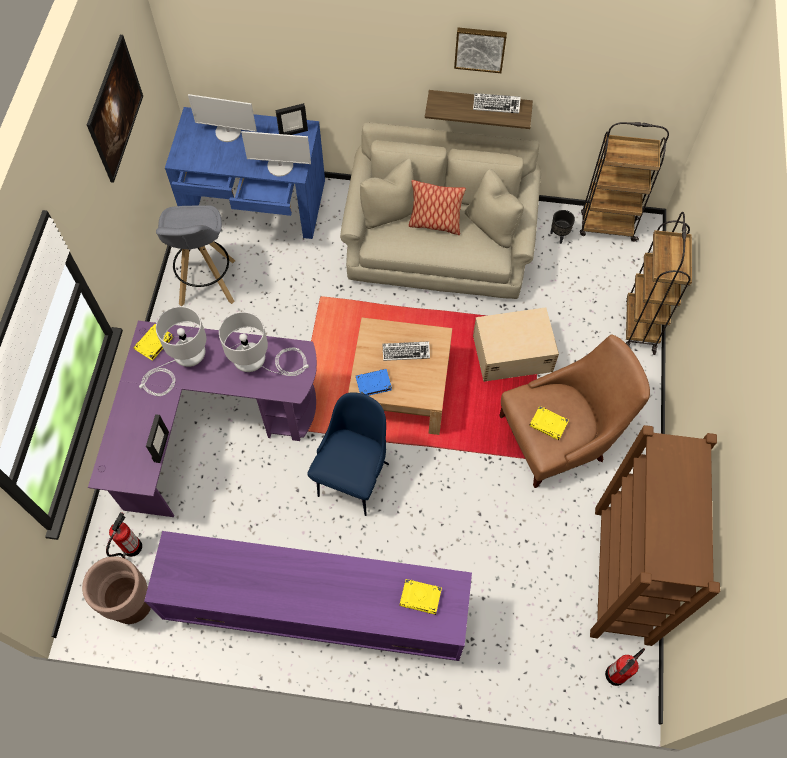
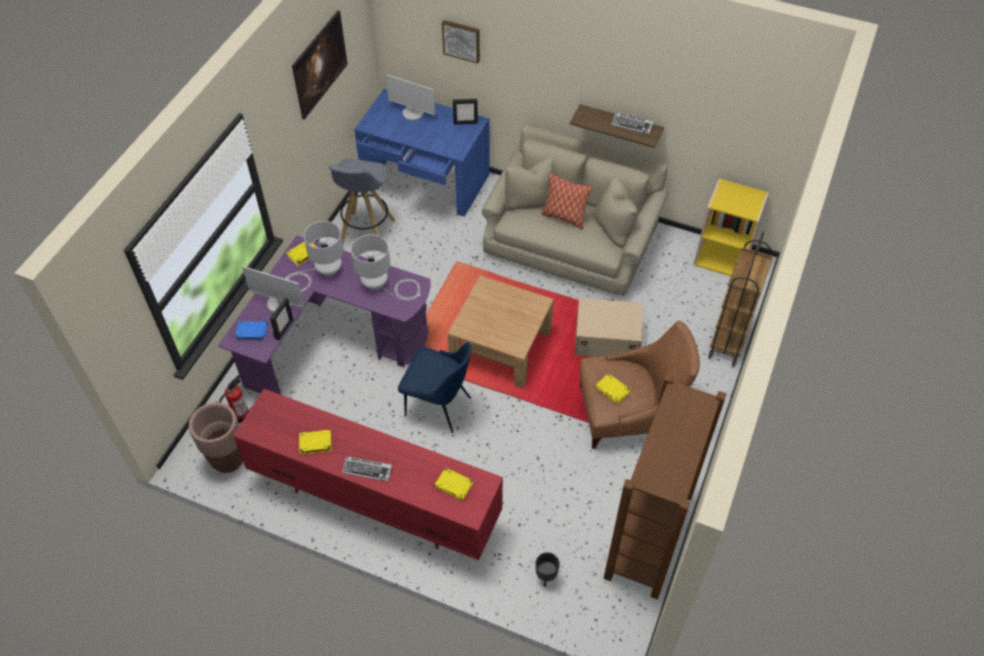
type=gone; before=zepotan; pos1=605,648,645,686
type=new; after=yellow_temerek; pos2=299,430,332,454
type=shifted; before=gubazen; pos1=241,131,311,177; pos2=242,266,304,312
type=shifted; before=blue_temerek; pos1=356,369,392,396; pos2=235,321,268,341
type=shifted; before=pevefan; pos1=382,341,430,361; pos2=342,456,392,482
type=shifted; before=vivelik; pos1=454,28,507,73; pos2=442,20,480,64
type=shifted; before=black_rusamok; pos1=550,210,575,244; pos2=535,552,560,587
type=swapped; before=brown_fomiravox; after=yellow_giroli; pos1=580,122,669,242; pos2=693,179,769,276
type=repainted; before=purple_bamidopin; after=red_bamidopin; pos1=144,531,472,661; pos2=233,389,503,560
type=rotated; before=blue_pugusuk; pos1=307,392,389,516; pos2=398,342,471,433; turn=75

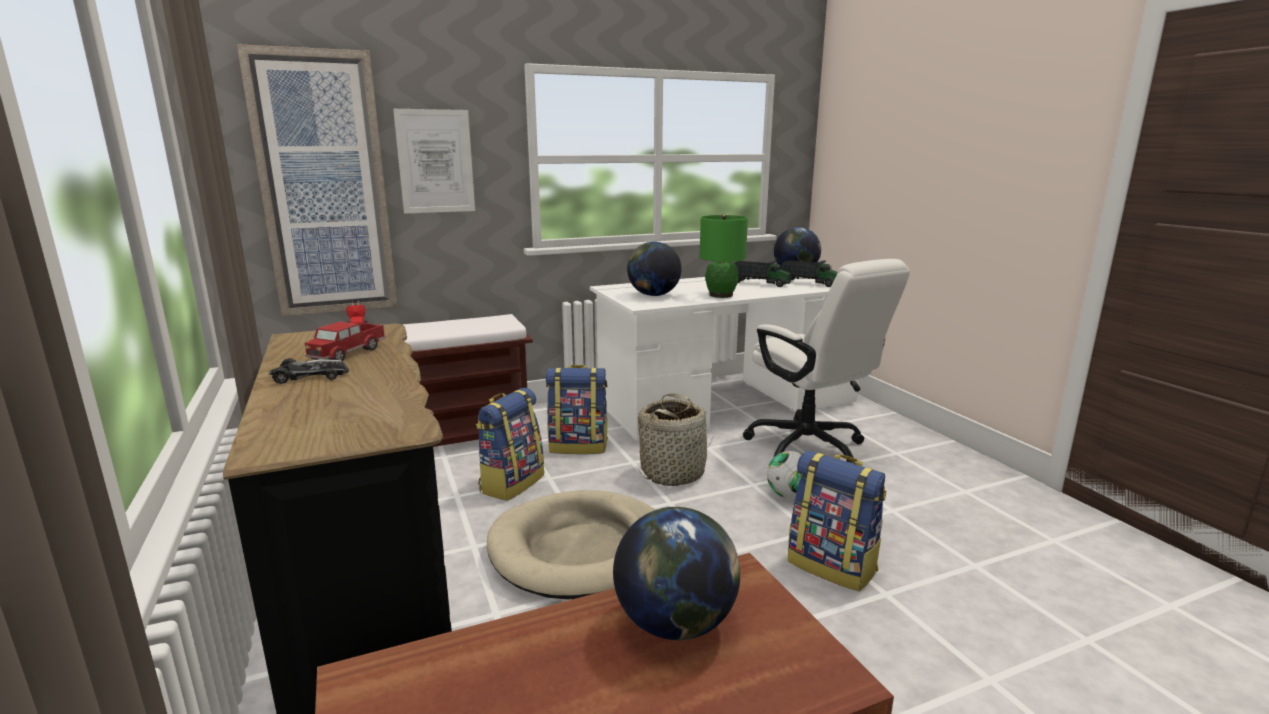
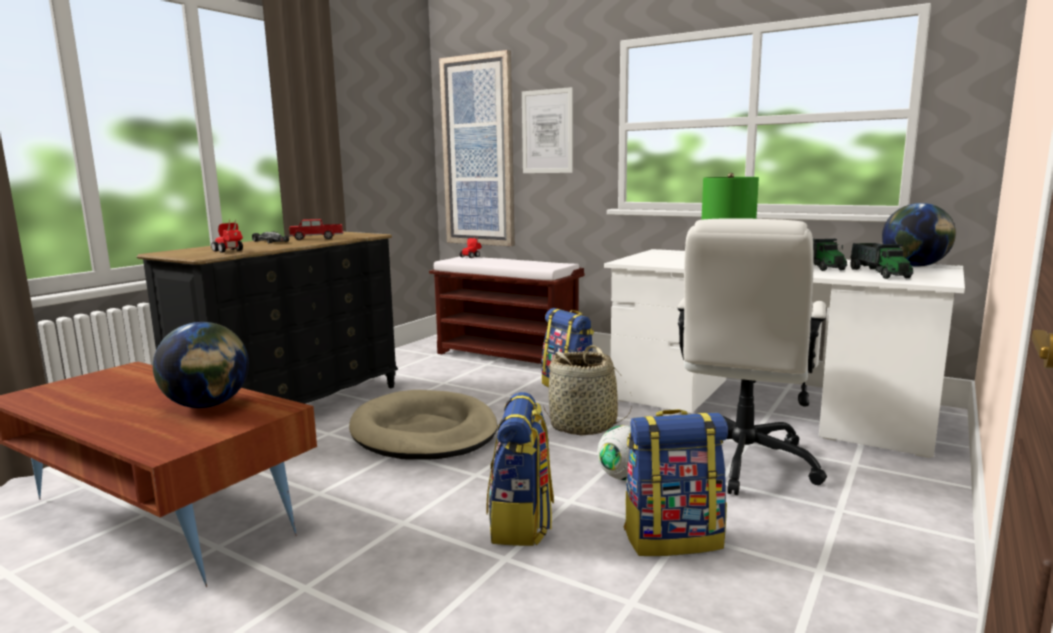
type=gone; before=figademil; pos1=627,242,682,296
type=new; after=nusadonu; pos2=211,220,243,253
type=shifted; before=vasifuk; pos1=476,388,544,501; pos2=624,409,728,556

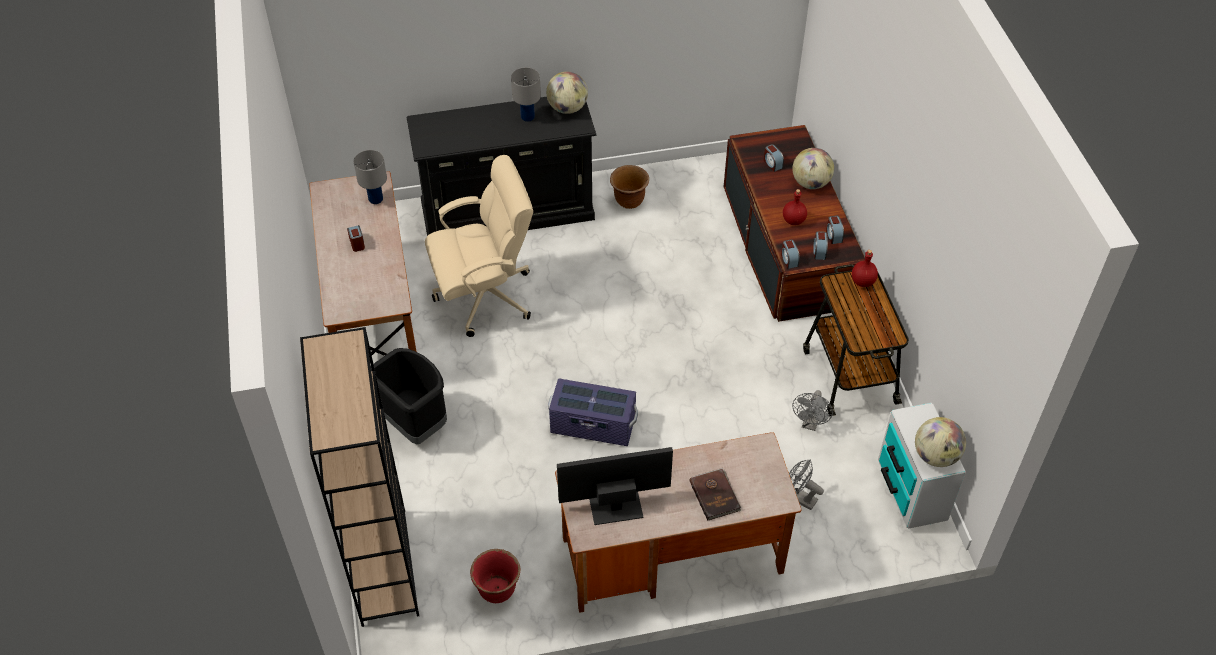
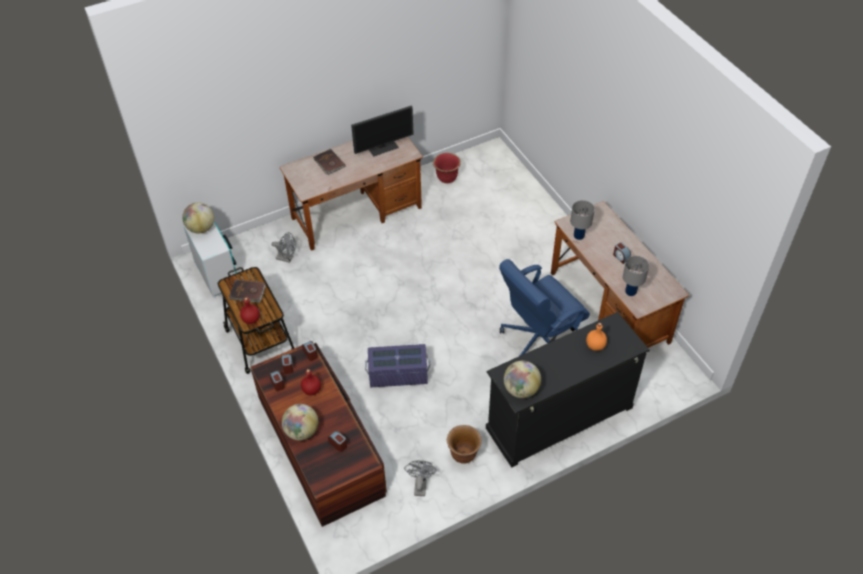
type=gone; before=beige_giroli; pos1=300,327,419,627
type=gone; before=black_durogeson; pos1=371,348,447,444
type=new; after=brown_temerek; pos2=229,280,266,303
type=new; after=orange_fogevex; pos2=586,323,607,351
type=shifted; before=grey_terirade; pos1=511,67,541,122; pos2=570,200,595,240
type=shifted; before=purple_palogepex; pos1=548,378,638,446; pos2=365,344,430,387
type=shifted; before=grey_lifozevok; pos1=792,390,833,431; pos2=404,460,437,496
type=repainted; before=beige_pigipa; after=blue_pigipa; pos1=425,155,533,337; pos2=499,259,590,356

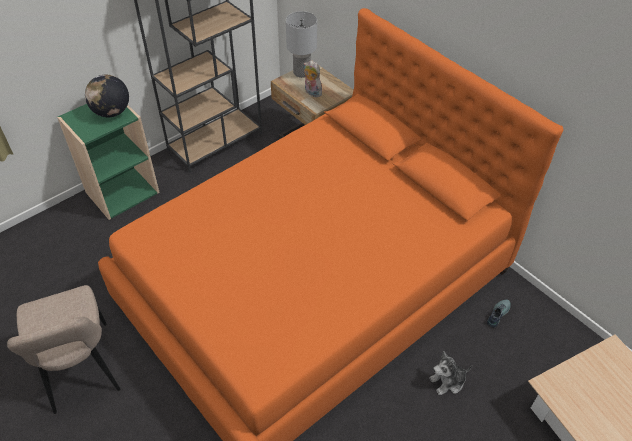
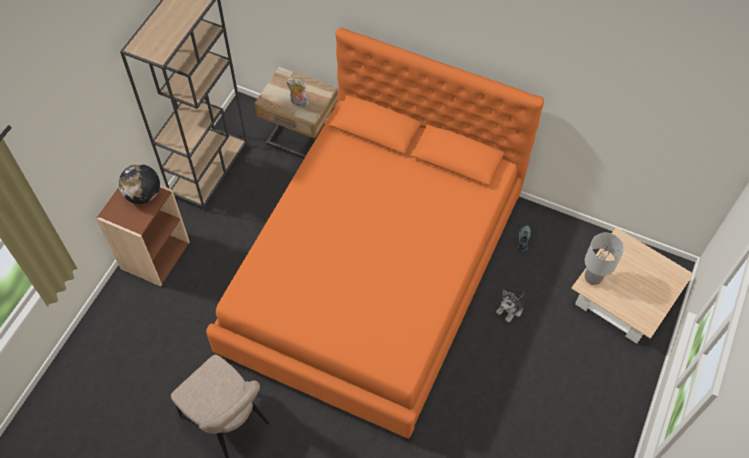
type=shifted; before=grey_terirade; pos1=286,11,317,78; pos2=585,233,624,285
type=repainted; before=green_giroli; after=brown_giroli; pos1=57,104,160,220; pos2=96,185,190,286

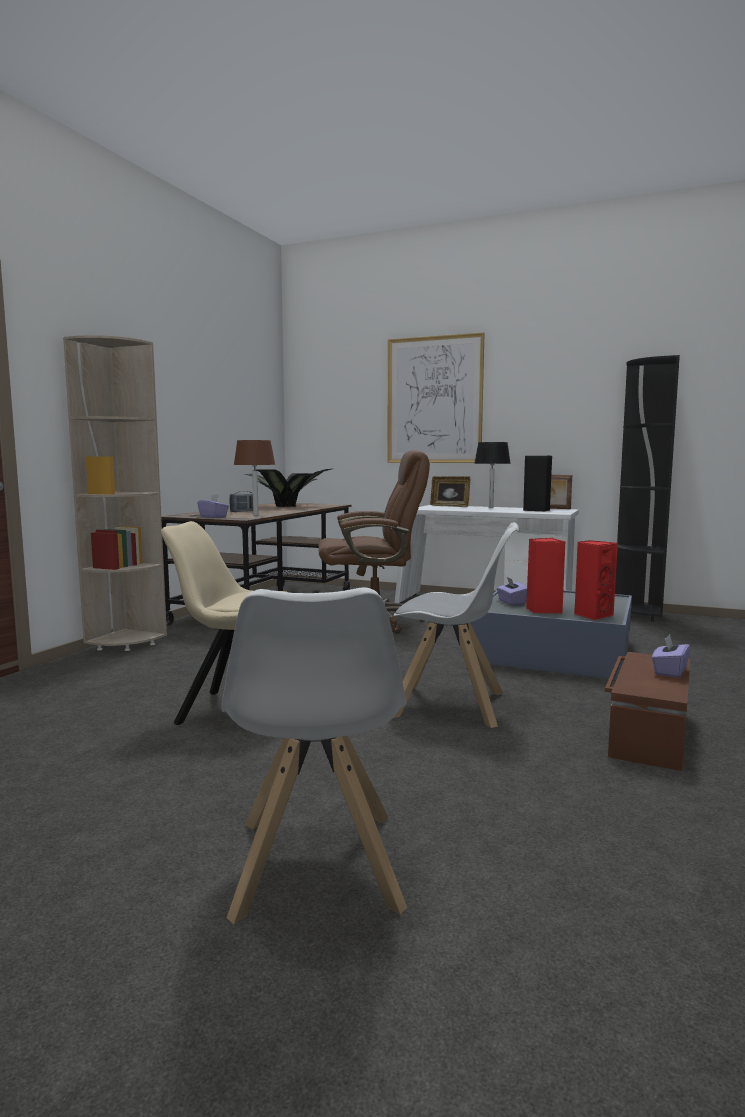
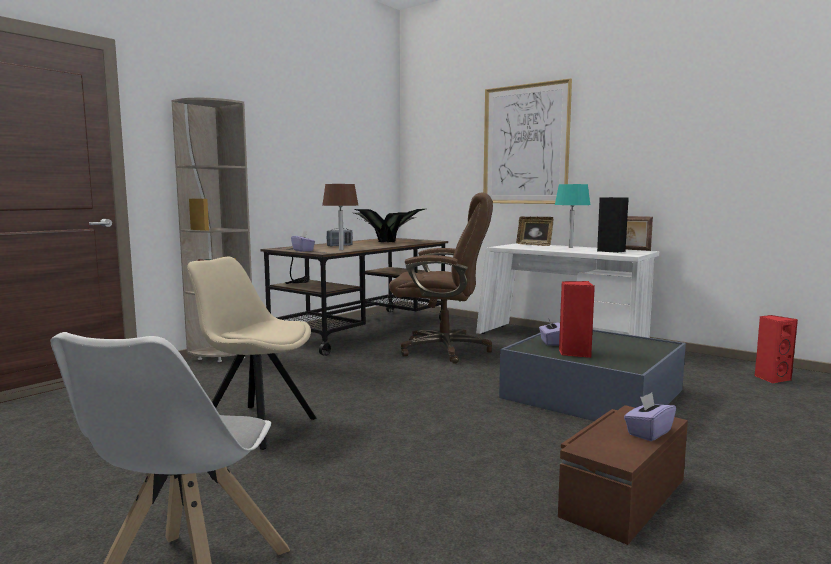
type=gone; before=pugusuk; pos1=393,522,519,728
type=gone; before=black_giroli; pos1=615,355,680,622
type=shifted; before=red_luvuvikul; pos1=574,540,618,620; pos2=755,315,798,384
type=repainted; before=black_terirade; after=turquoise_terirade; pos1=474,442,511,508; pos2=555,184,591,248

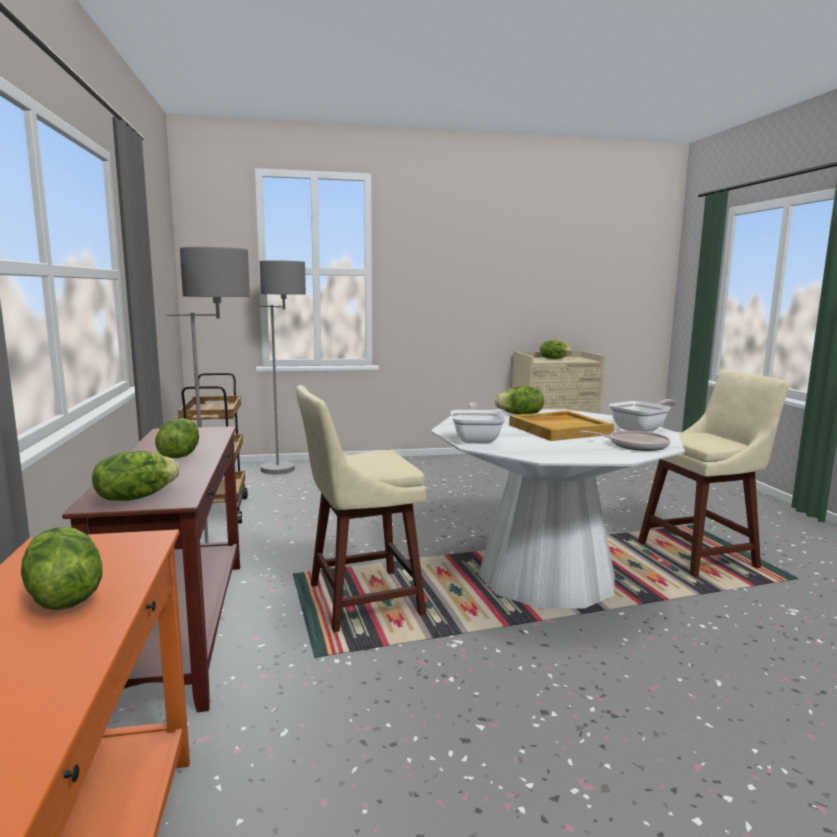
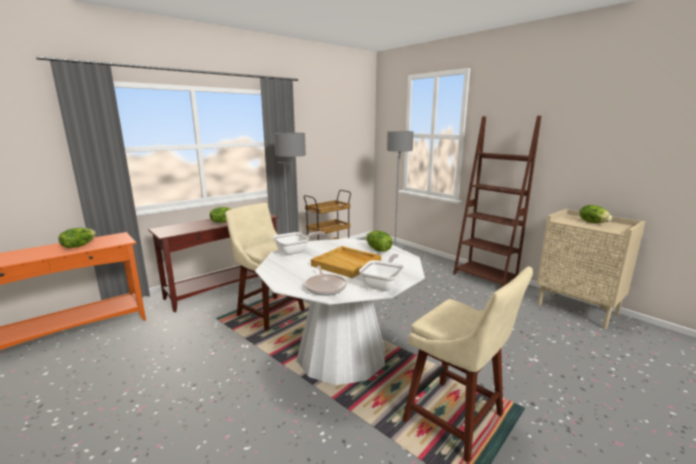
type=gone; before=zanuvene; pos1=92,451,180,501
type=new; after=brown_giroli; pos2=453,116,541,287
type=rotated; before=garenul; pos1=609,399,677,432; pos2=359,254,404,291; turn=-90

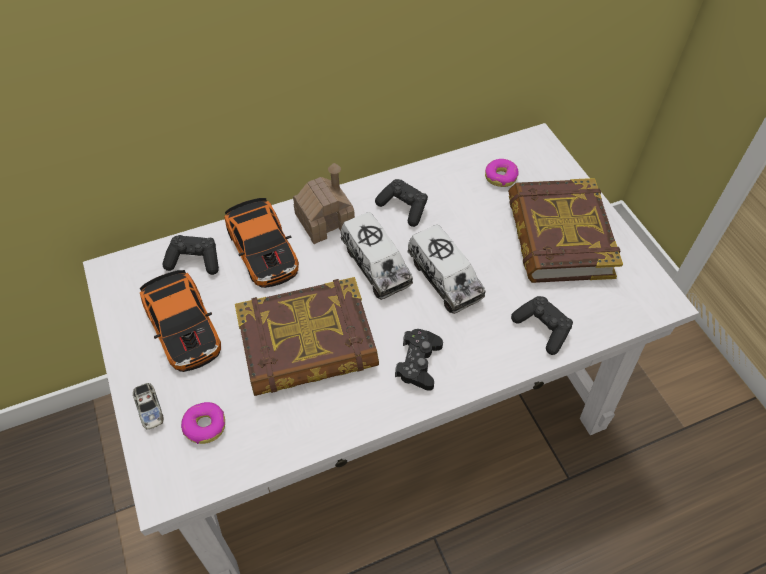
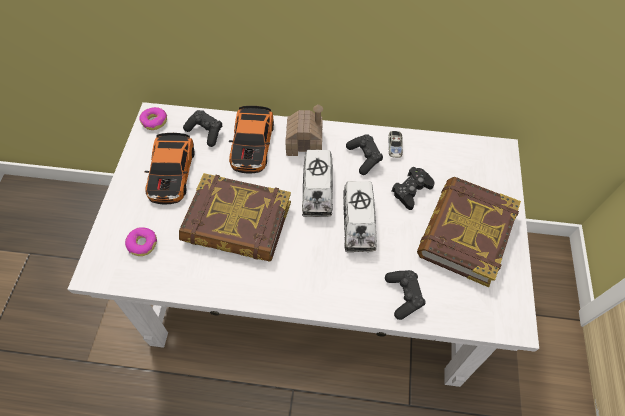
type=shifted; before=nusadonu; pos1=133,383,164,430; pos2=389,131,403,158
type=shifted; before=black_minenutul; pos1=395,329,443,391; pos2=391,167,435,210
type=shifted; before=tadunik; pos1=485,159,519,187; pos2=139,107,167,130

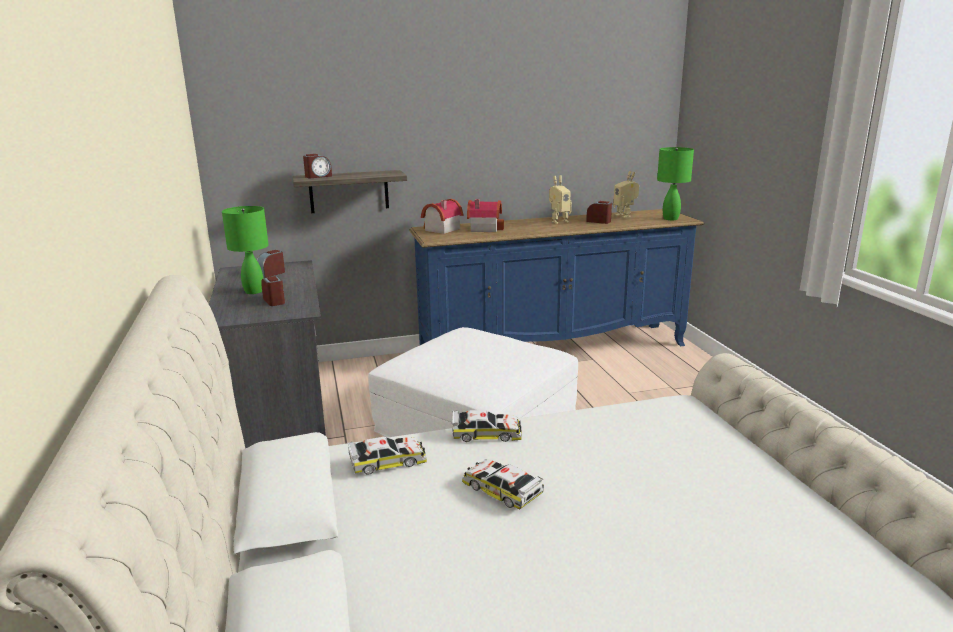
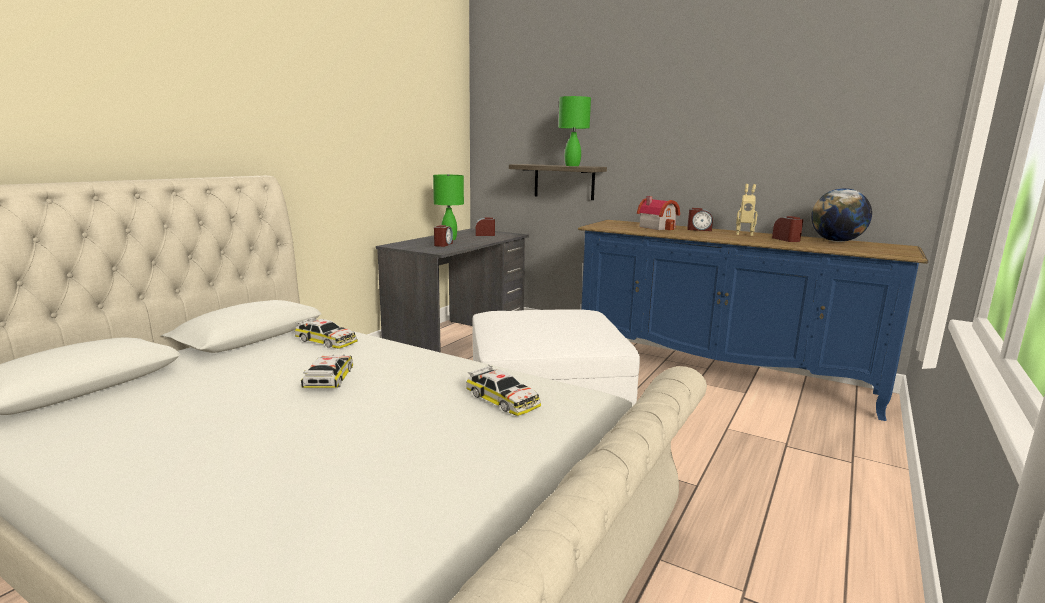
type=gone; before=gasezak; pos1=421,199,463,234
type=shifted; before=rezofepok; pos1=303,154,332,178; pos2=687,208,713,231
type=shifted; before=nusadonu; pos1=451,410,522,442; pos2=466,365,541,416
type=shifted; before=green_terirade; pos1=657,147,694,220; pos2=559,96,591,166
type=swapped; before=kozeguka; after=figademil; pos1=613,171,639,218; pos2=811,188,872,242

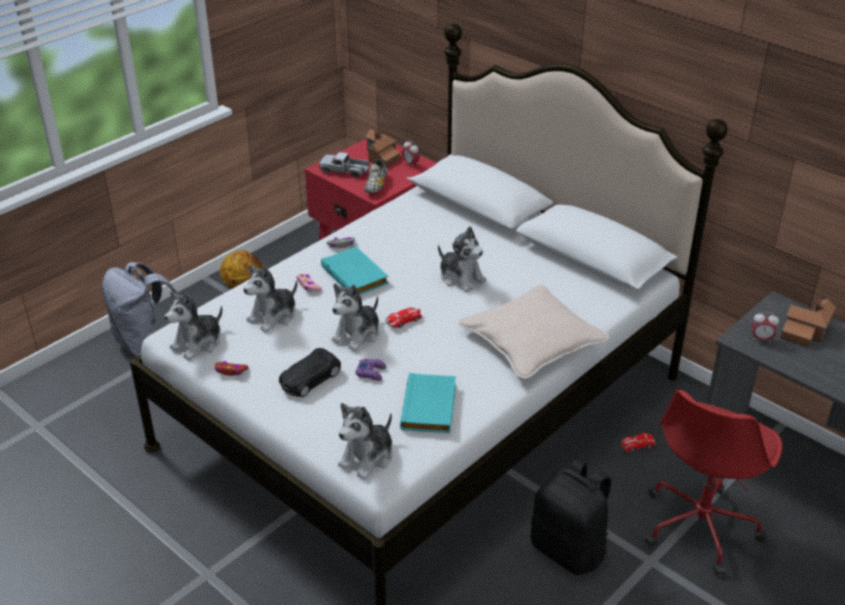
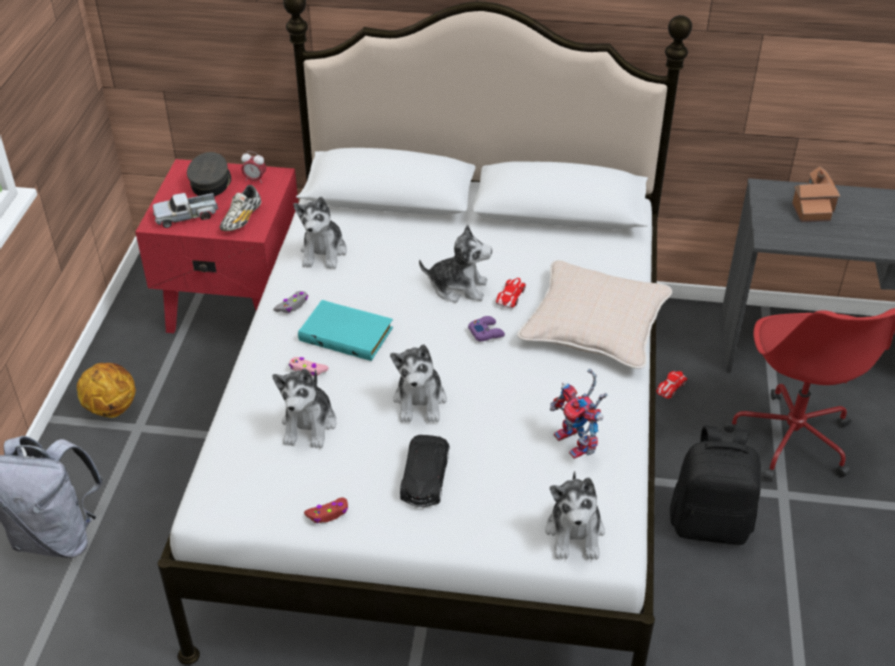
type=gone; before=rezofepok; pos1=752,312,779,343
type=shifted; before=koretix; pos1=164,291,223,361; pos2=293,197,347,269
type=shifted; before=purple_minenutul; pos1=355,359,386,381; pos2=468,316,505,341
type=shifted; before=nusadonu; pos1=385,307,422,328; pos2=495,278,526,309
type=swapped; before=gasezak; after=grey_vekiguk; pos1=365,129,400,168; pos2=187,152,231,196
type=swapped; before=turquoise_temerek; after=kozeguka; pos1=400,373,456,433; pos2=550,369,607,459
type=rotated; before=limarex; pos1=364,159,387,193; pos2=220,185,261,231; turn=45

